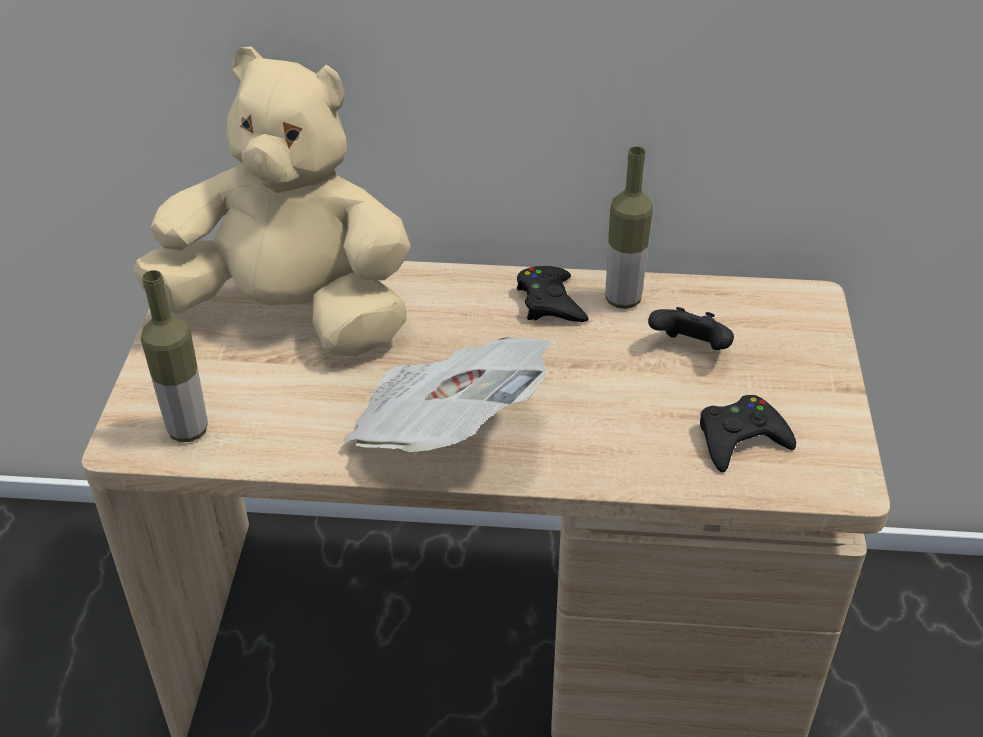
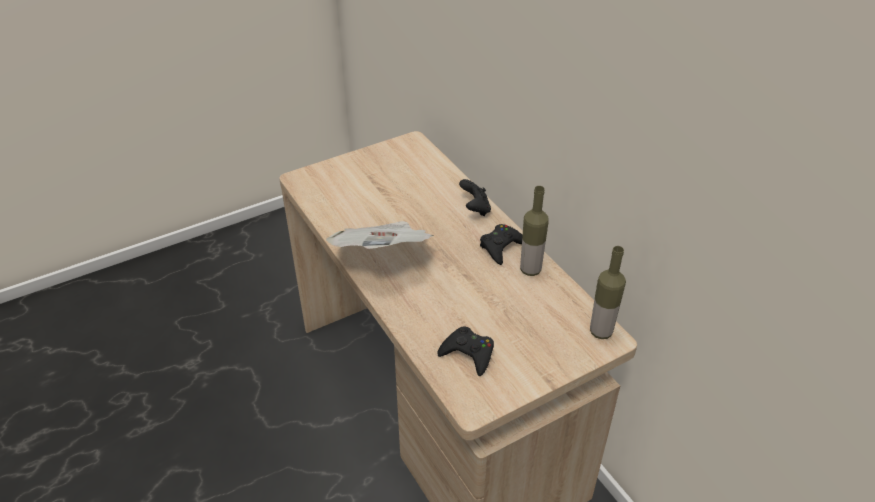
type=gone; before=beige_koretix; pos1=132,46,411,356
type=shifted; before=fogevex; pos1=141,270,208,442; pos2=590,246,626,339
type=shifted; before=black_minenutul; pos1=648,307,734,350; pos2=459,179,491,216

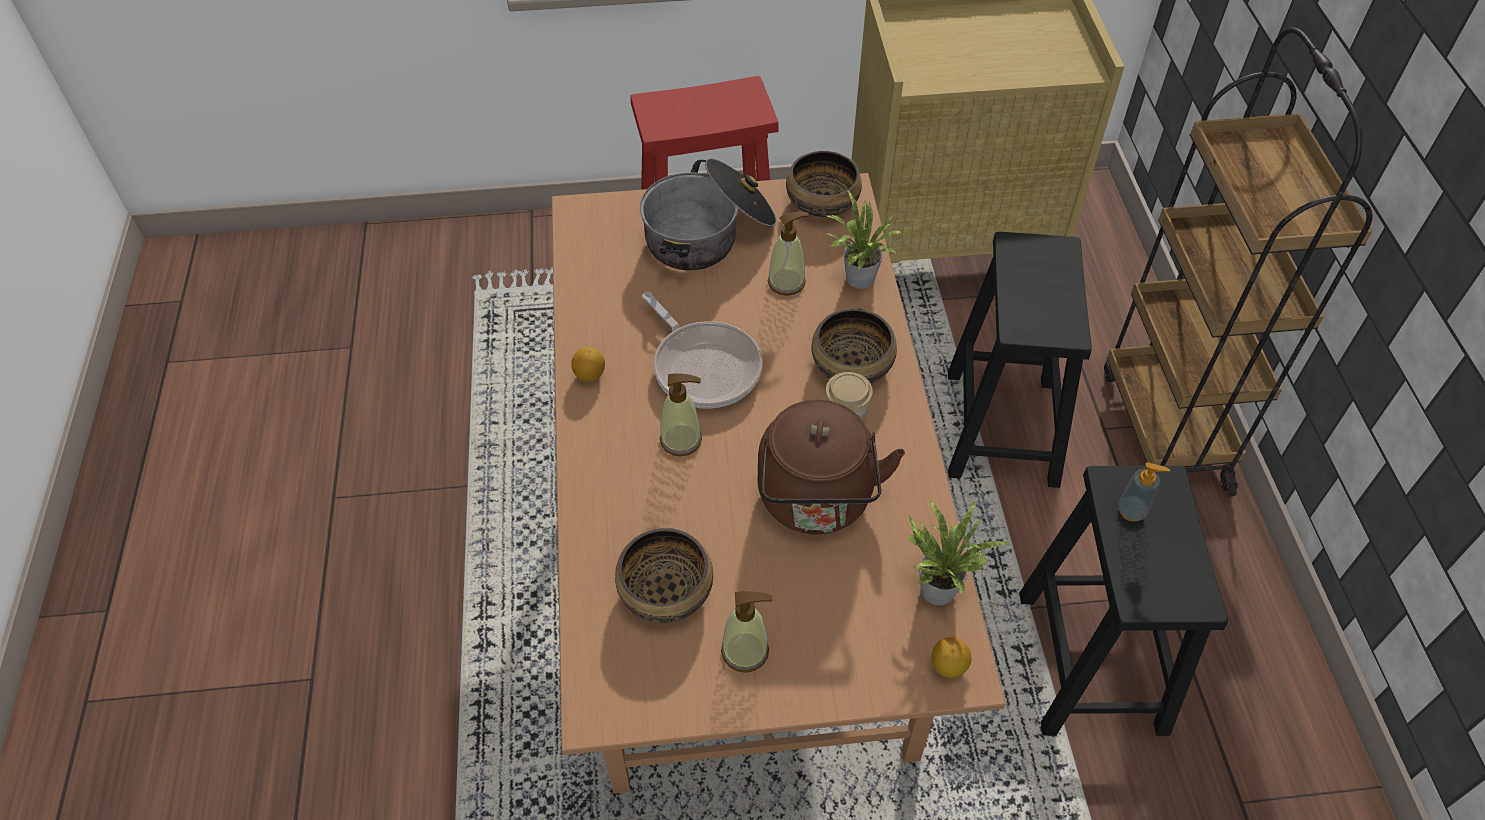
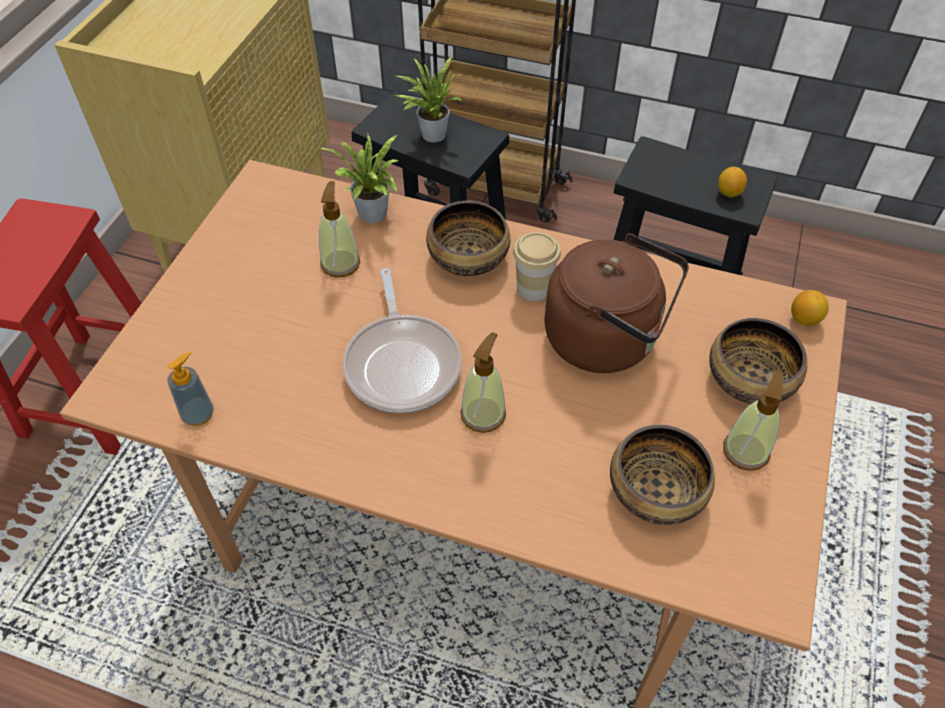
type=gone; before=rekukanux; pos1=640,158,776,270
type=shifted; before=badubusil; pos1=571,347,605,382; pos2=718,167,747,197
type=shifted; before=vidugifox; pos1=786,151,862,217; pos2=709,318,807,404
type=shifted; before=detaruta; pos1=907,498,1009,606; pos2=394,56,462,142
type=shifted; before=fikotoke; pos1=1118,462,1170,522; pos2=167,351,214,426
type=rotated; before=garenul; pos1=642,292,762,409; pos2=343,268,462,413; turn=90

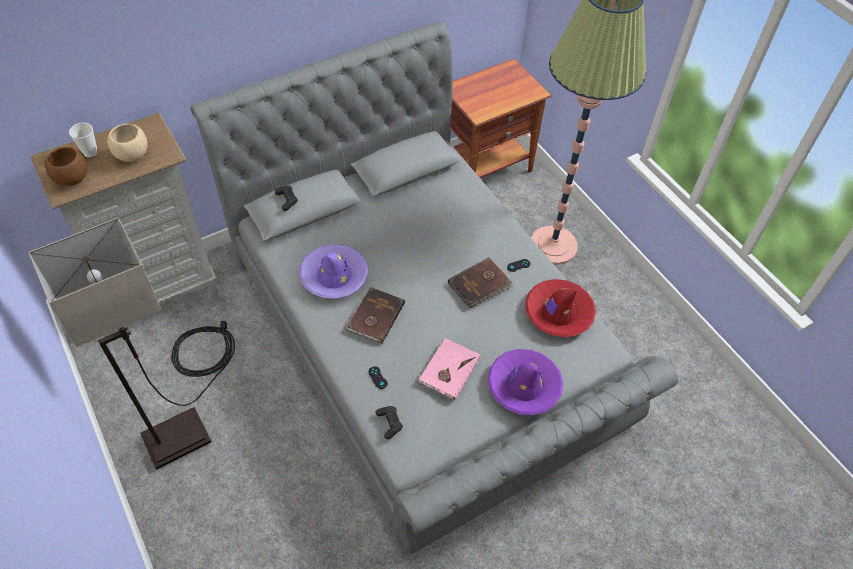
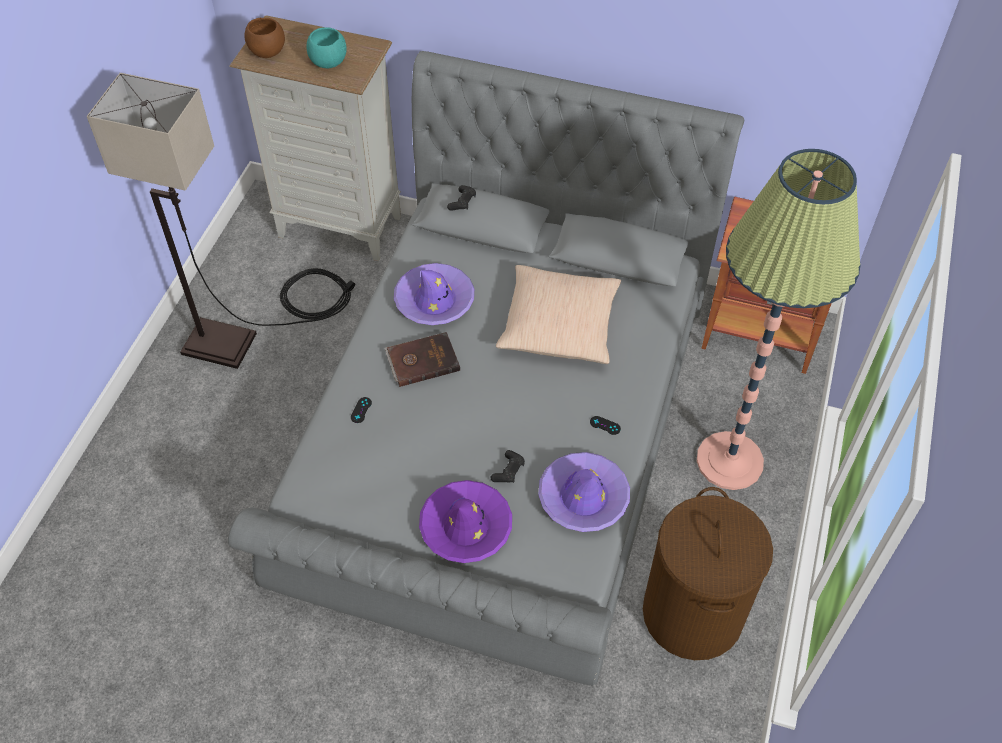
type=gone; before=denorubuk; pos1=69,122,97,157
type=gone; before=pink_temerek; pos1=416,338,480,401
type=gone; before=brown_temerek; pos1=448,257,513,308
type=new; after=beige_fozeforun; pos2=496,265,621,364
type=new; after=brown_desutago; pos2=643,487,773,660
type=shifted; before=black_minenutul; pos1=376,406,403,439; pos2=491,450,525,483
type=repainted; before=beige_vidugifox; after=turquoise_vidugifox; pos1=107,124,147,162; pos2=306,27,347,68
type=repainted; before=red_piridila; after=purple_piridila; pos1=525,279,596,337; pos2=538,452,630,532

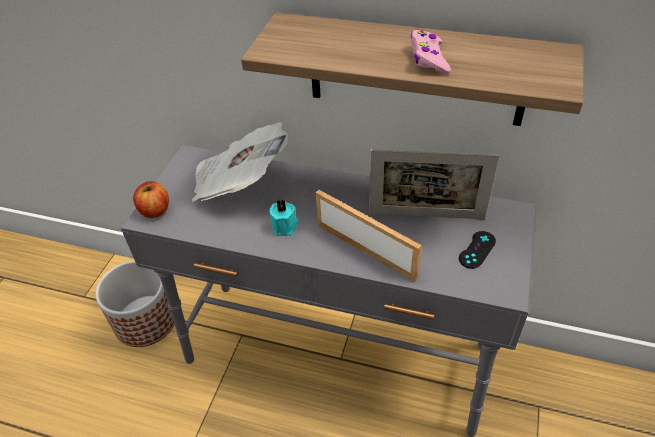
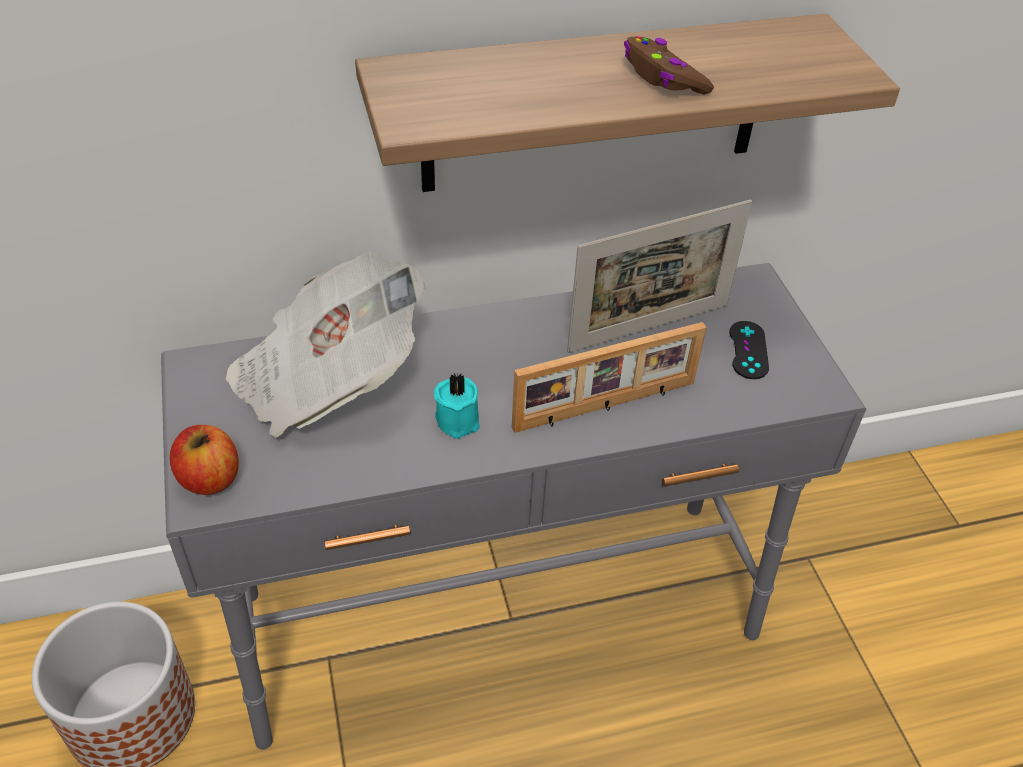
type=repainted; before=pink_minenutul; after=brown_minenutul; pos1=411,30,451,74; pos2=624,36,714,95
type=rotated; before=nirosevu; pos1=316,190,422,282; pos2=512,322,707,433; turn=150

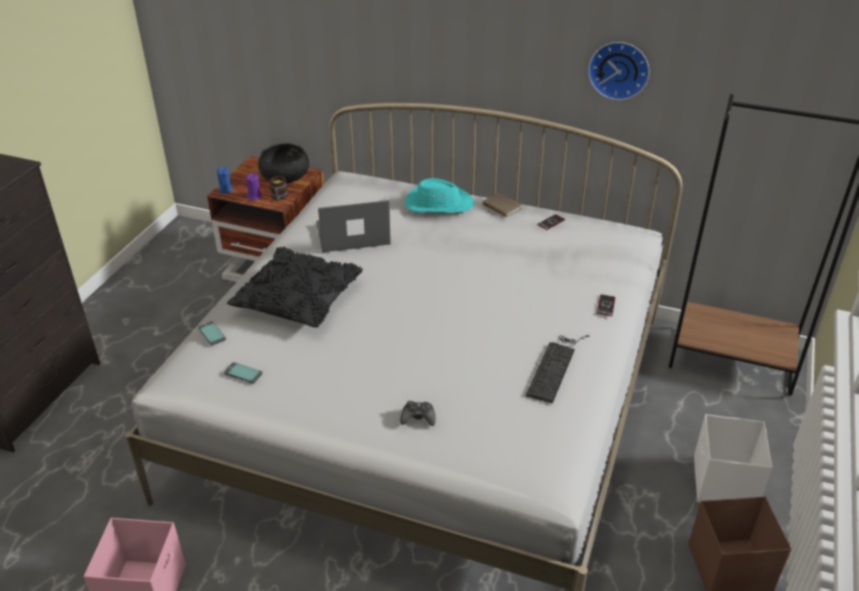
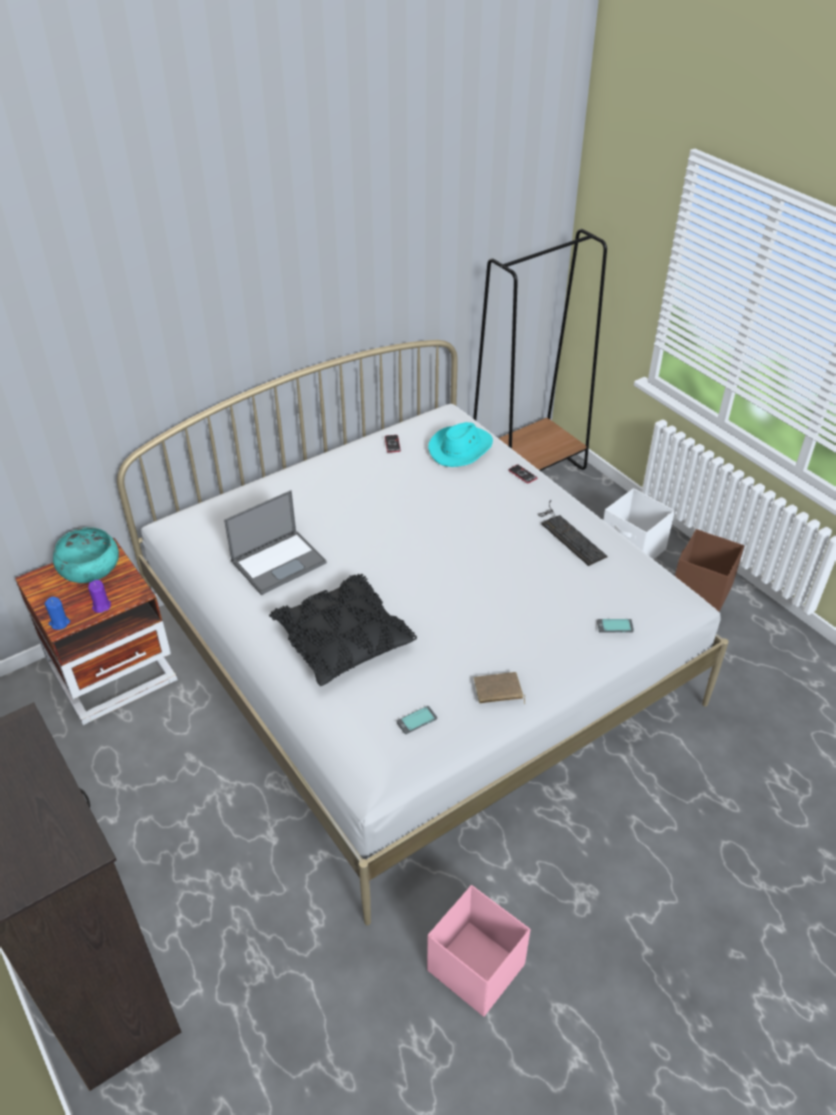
type=gone; before=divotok; pos1=269,176,288,201
type=gone; before=black_minenutul; pos1=400,401,436,426
type=gone; before=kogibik; pos1=588,42,650,100
type=shifted; before=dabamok; pos1=198,321,226,346; pos2=597,619,634,633
type=shifted; before=turquoise_piridila; pos1=405,178,474,213; pos2=428,422,493,467
type=shifted; before=brown_temerek; pos1=482,193,522,217; pos2=474,672,525,704
type=repainted; before=black_vidugifox; after=turquoise_vidugifox; pos1=258,143,309,183; pos2=53,527,119,583
type=rotated; before=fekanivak; pos1=316,200,391,252; pos2=224,490,327,595; turn=-150

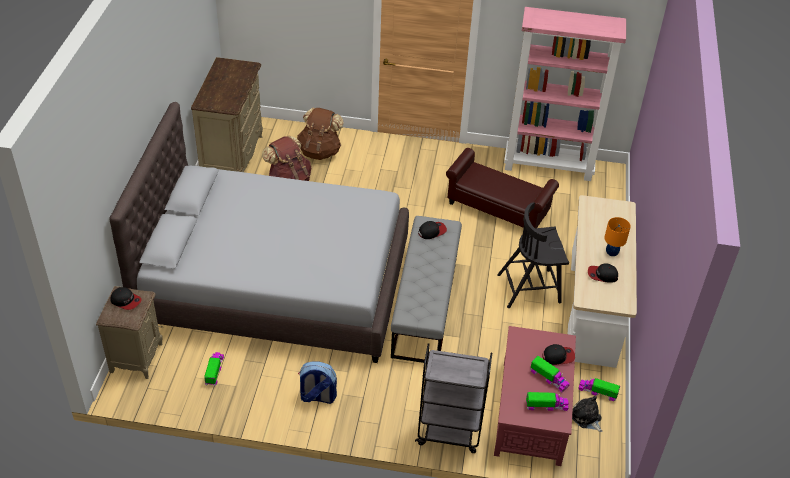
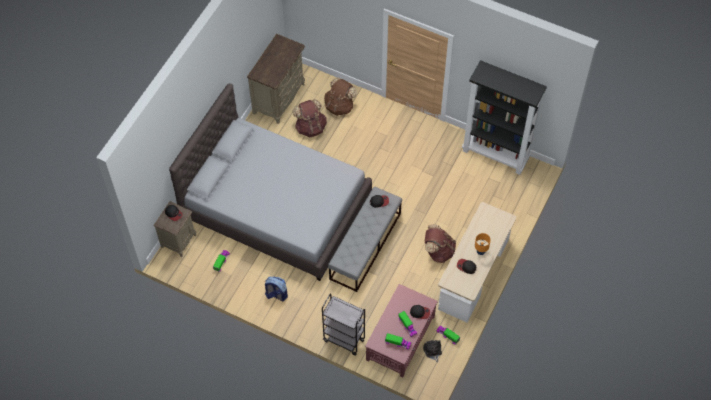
type=gone; before=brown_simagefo; pos1=446,148,559,229
type=swapped; before=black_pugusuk; after=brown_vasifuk; pos1=497,202,569,308; pos2=425,224,456,263
type=repainted; before=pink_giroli; after=black_giroli; pos1=504,7,626,181; pos2=462,60,547,175

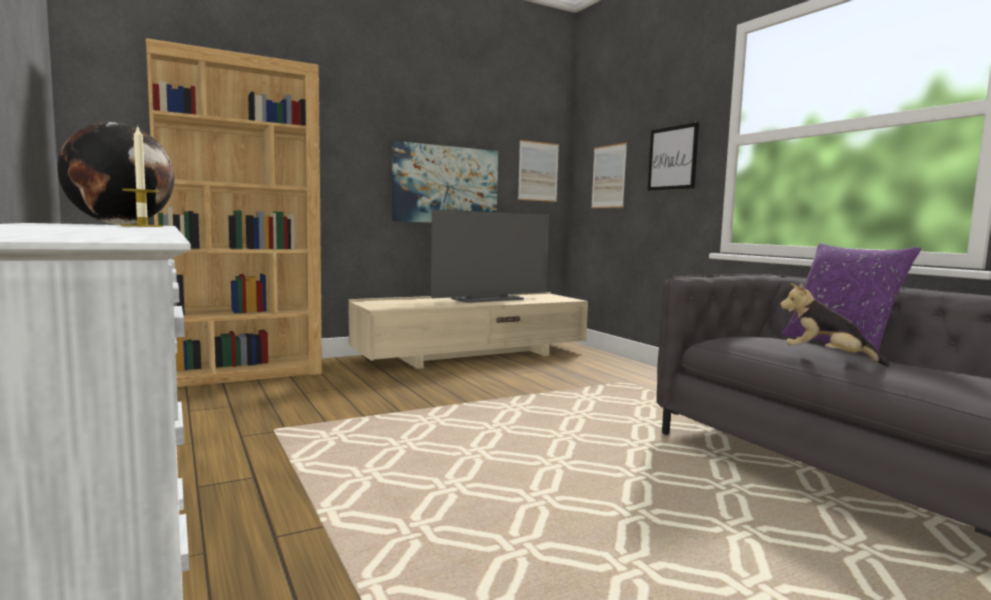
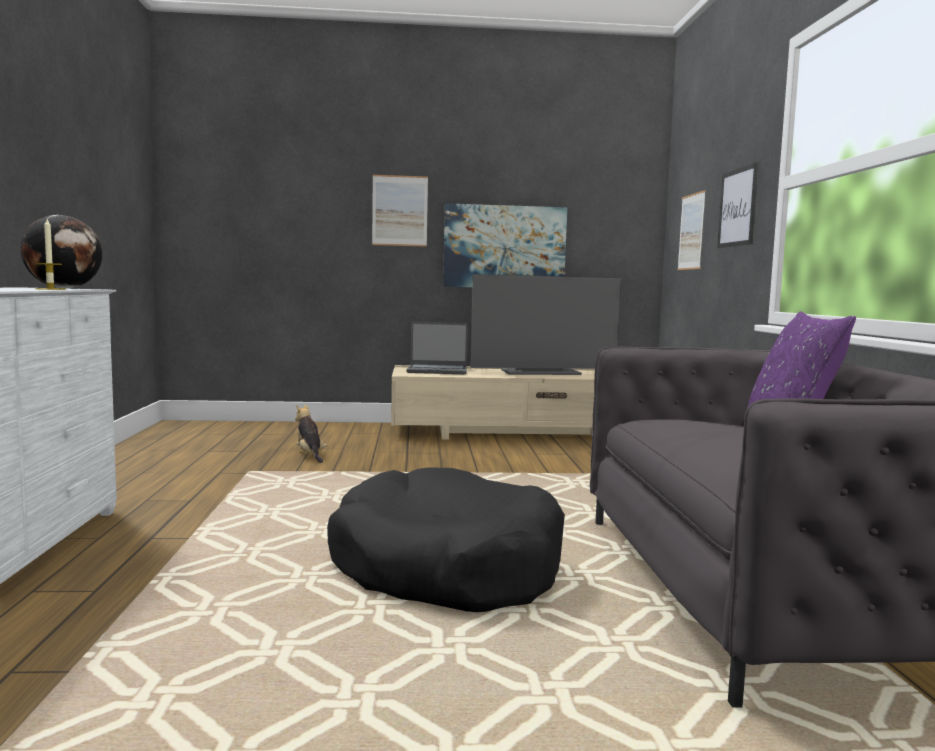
type=gone; before=brown_giroli; pos1=146,38,322,387
type=new; after=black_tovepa; pos2=327,467,565,612
type=new; after=fekanivak; pos2=406,322,468,374
type=shifted; before=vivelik; pos1=518,140,559,202; pos2=372,175,428,247
type=shifted; before=koretix; pos1=780,283,890,366; pos2=295,405,327,463

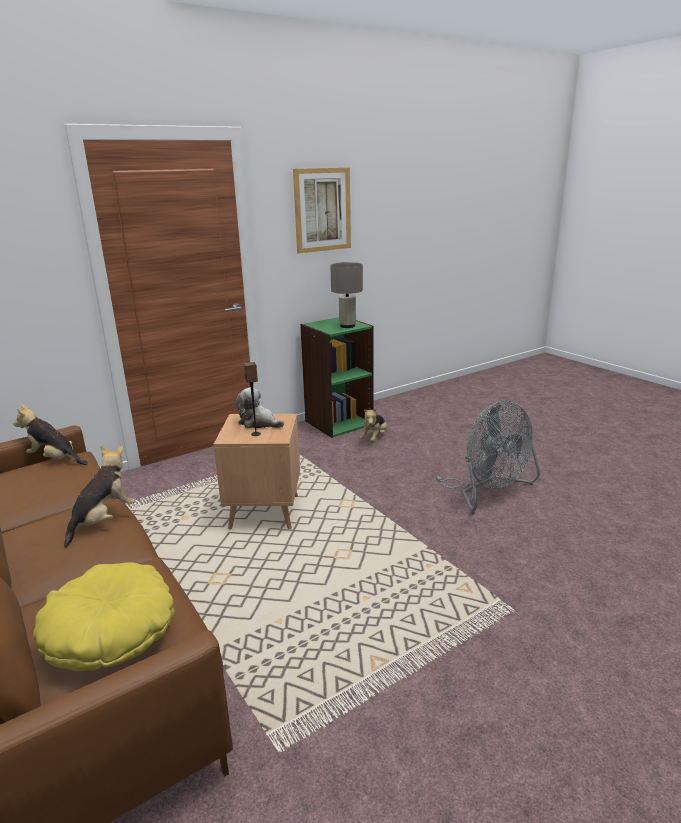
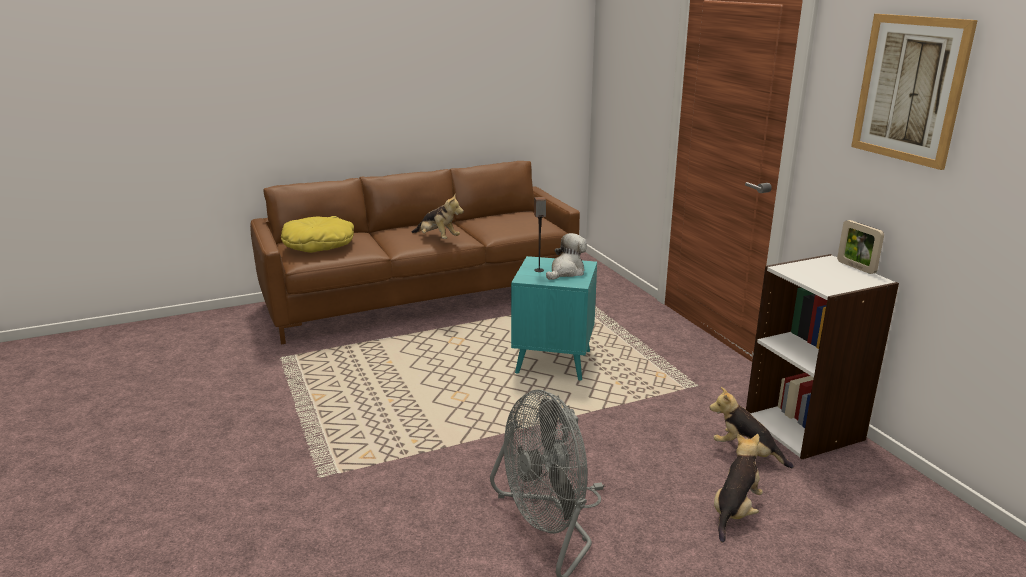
type=gone; before=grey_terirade; pos1=331,262,363,328
type=new; after=nirosevu; pos2=837,220,884,274
type=shifted; before=koretix; pos1=13,405,88,465; pos2=714,433,763,543
type=repainted; before=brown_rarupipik; after=turquoise_rarupipik; pos1=214,414,300,529; pos2=511,256,597,380
type=repainted; before=green_giroli; after=white_giroli; pos1=300,317,374,438; pos2=746,254,899,459

